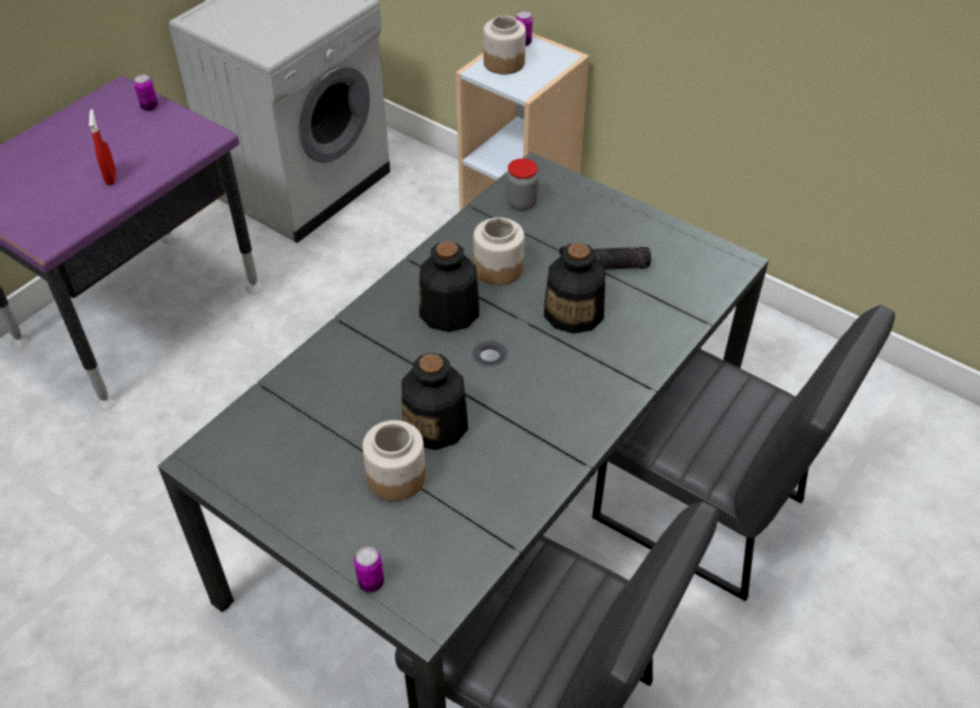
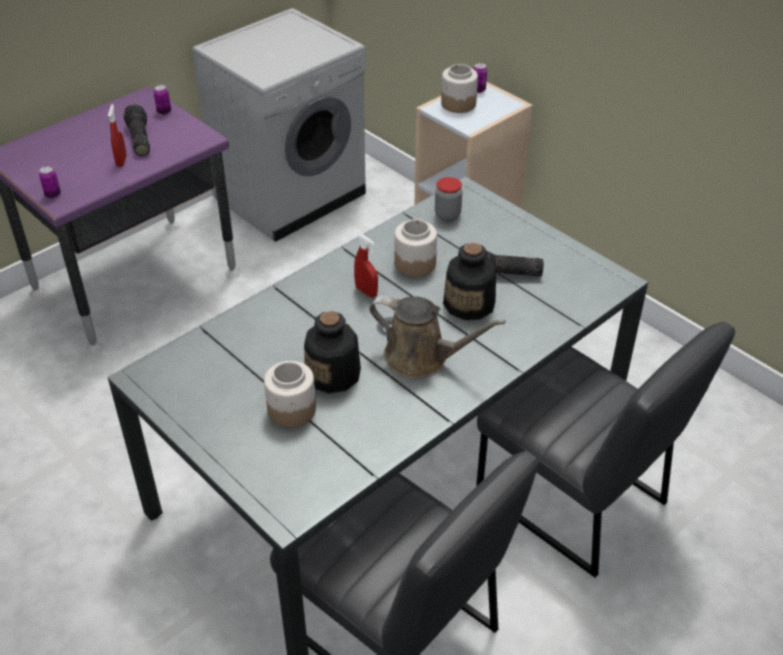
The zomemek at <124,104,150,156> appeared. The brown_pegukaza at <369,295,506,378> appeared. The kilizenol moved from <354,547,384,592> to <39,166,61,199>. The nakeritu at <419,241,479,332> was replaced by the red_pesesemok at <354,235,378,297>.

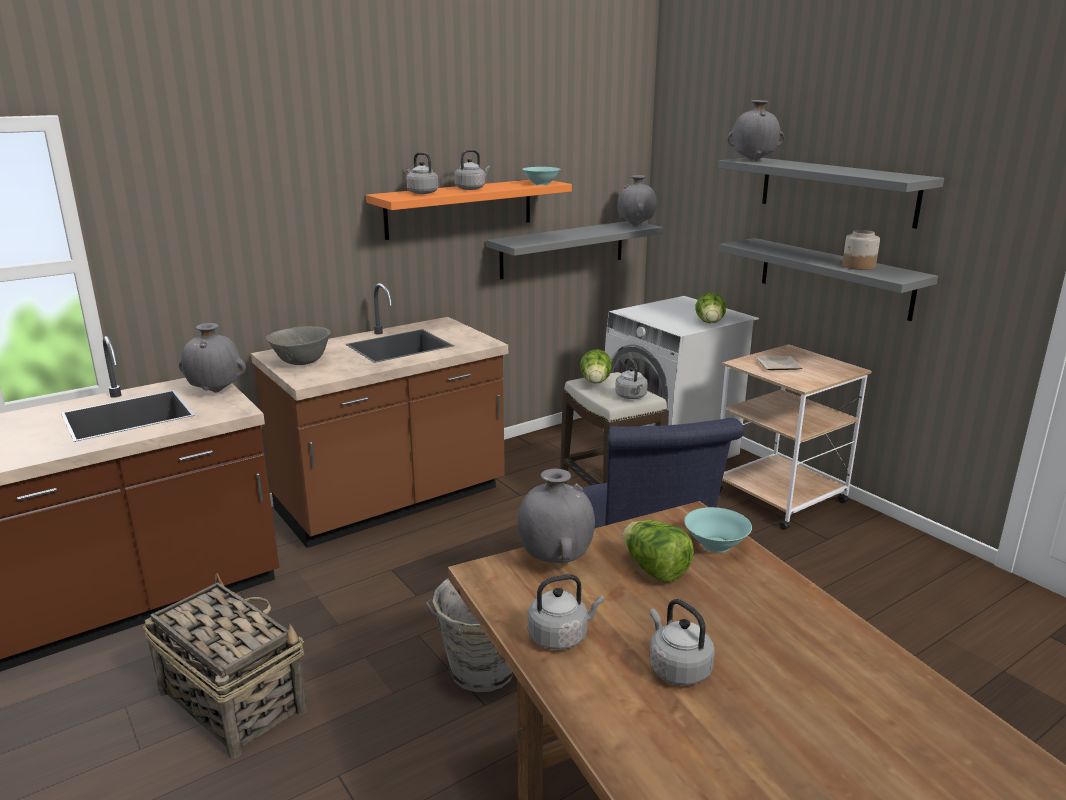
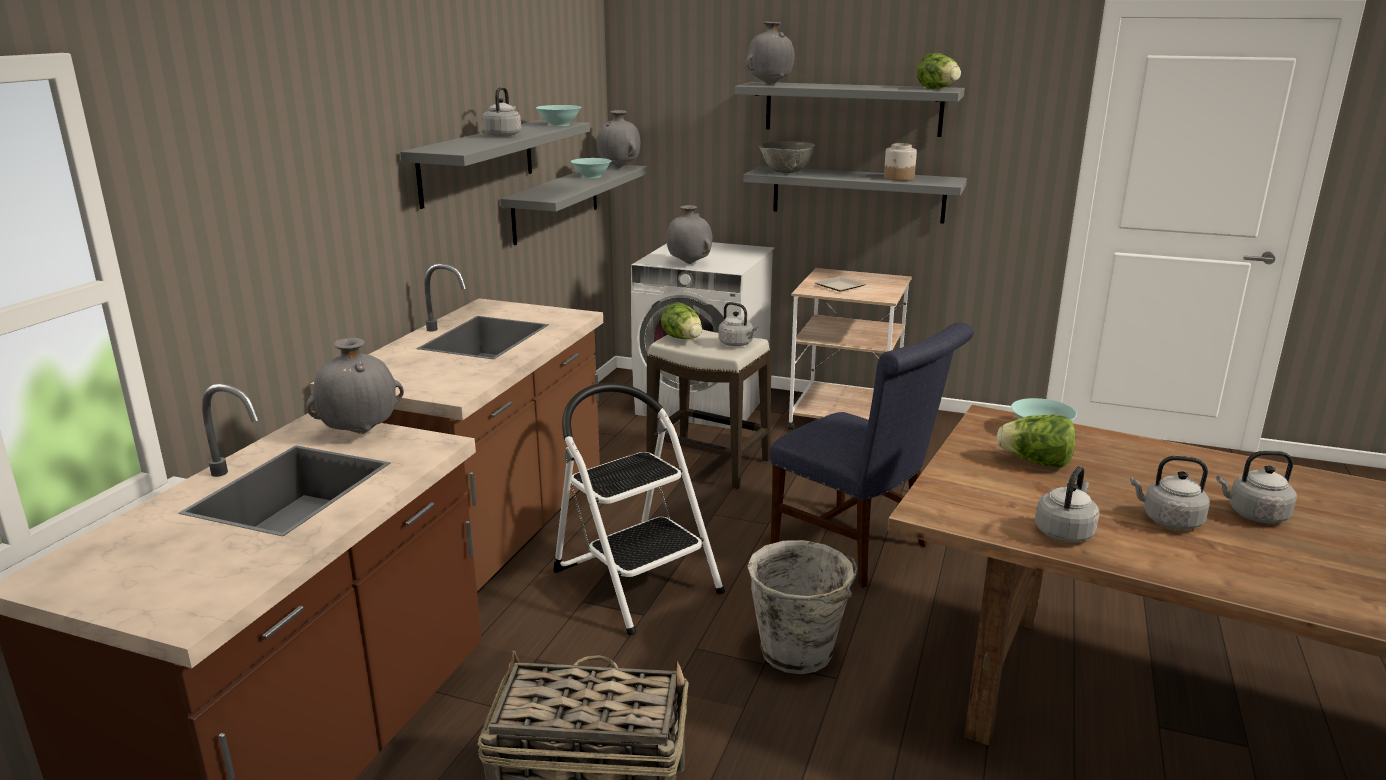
The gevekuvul at <553,383,725,635> appeared. The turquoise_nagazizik at <570,158,611,178> appeared. The grey_nagazizik moved from <266,326,331,365> to <759,141,816,173>. The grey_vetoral moved from <406,152,438,194> to <1216,451,1297,523>. The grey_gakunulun moved from <517,468,595,563> to <666,205,712,264>. The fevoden moved from <695,292,726,323> to <917,53,961,89>. The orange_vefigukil at <366,180,572,240> became the grey_vefigukil at <400,120,590,209>.

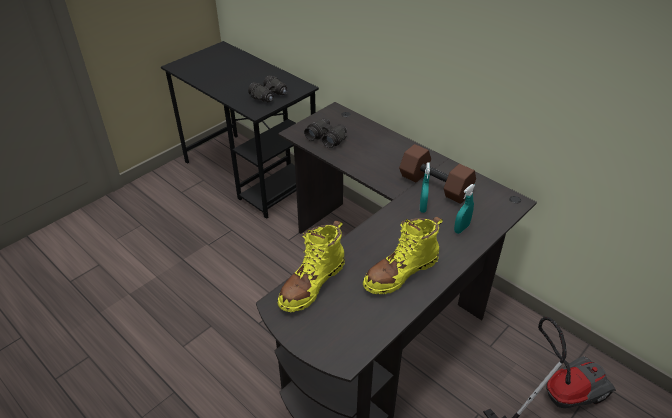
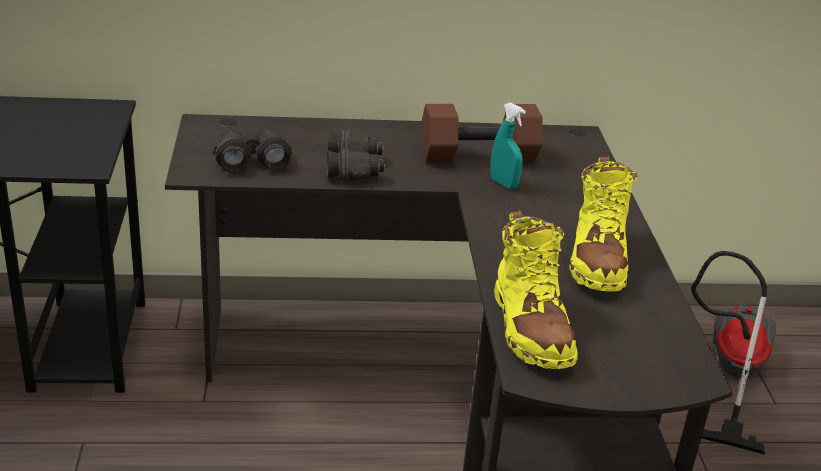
The turquoise_pesesemok at <454,184,475,234> disappeared. The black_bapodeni moved from <248,75,288,102> to <327,130,385,182>.

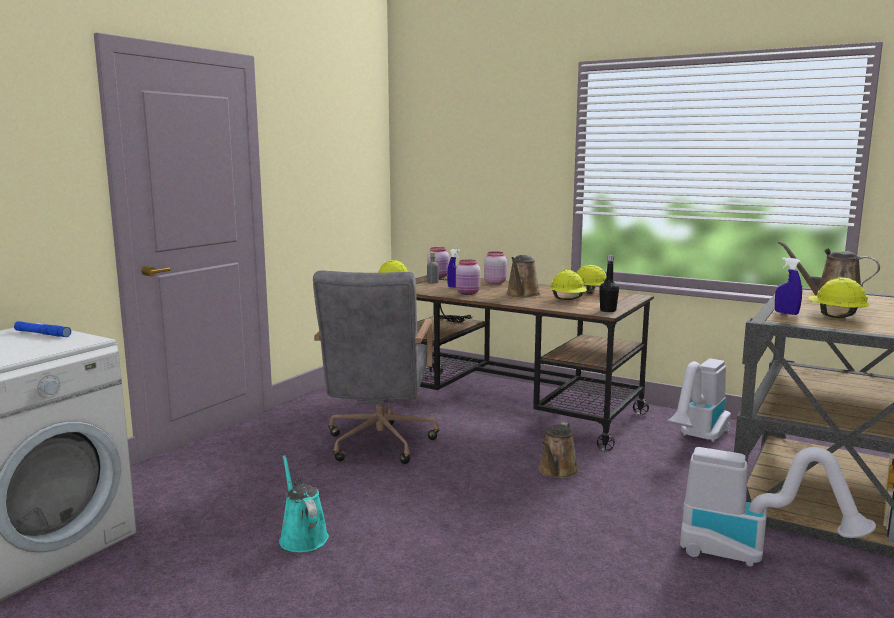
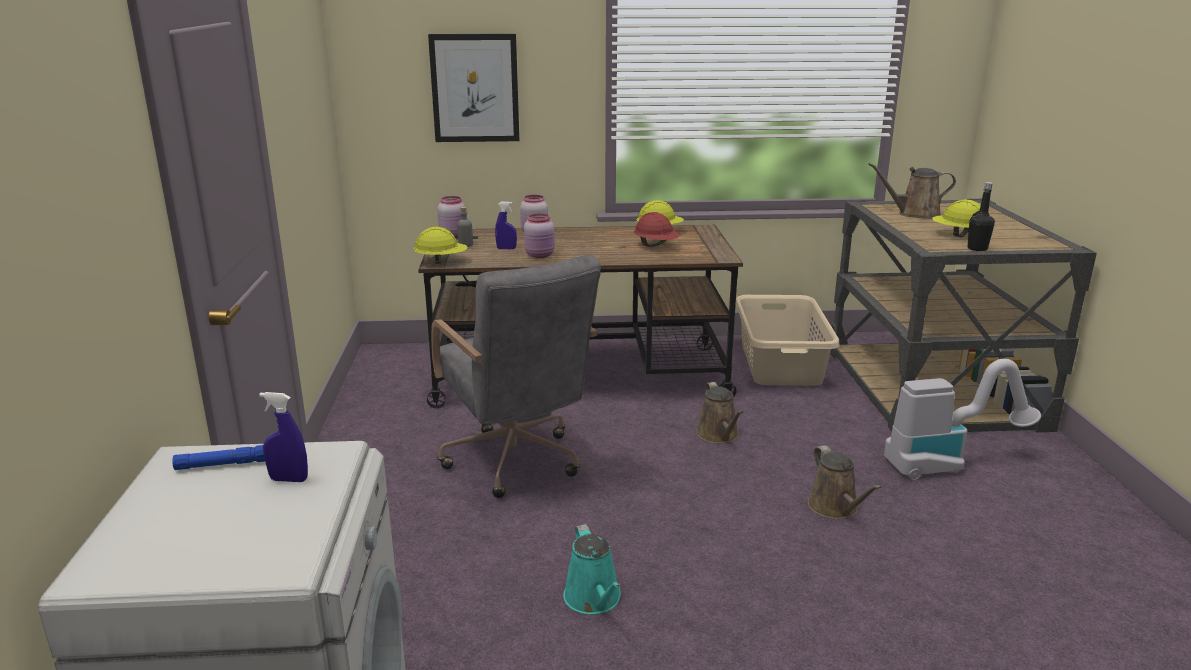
The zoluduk at <428,34,519,142> appeared. The brown_pegukaza moved from <506,255,541,297> to <808,445,882,519>. The black_nakeritu moved from <599,255,619,312> to <968,182,995,251>. The blue_pesesemok moved from <775,257,802,315> to <259,392,308,482>. The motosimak at <667,359,731,442> was replaced by the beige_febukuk at <736,295,840,386>. The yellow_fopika at <550,270,587,300> became the red_fopika at <634,212,679,247>. The turquoise_pegukaza at <279,455,329,552> turned 135 degrees counterclockwise.

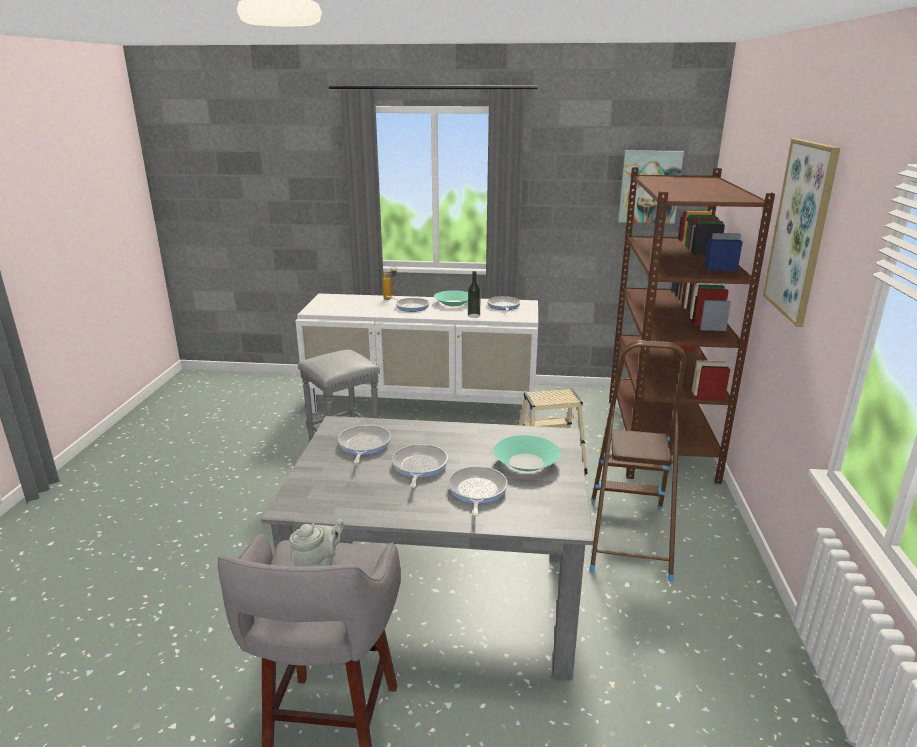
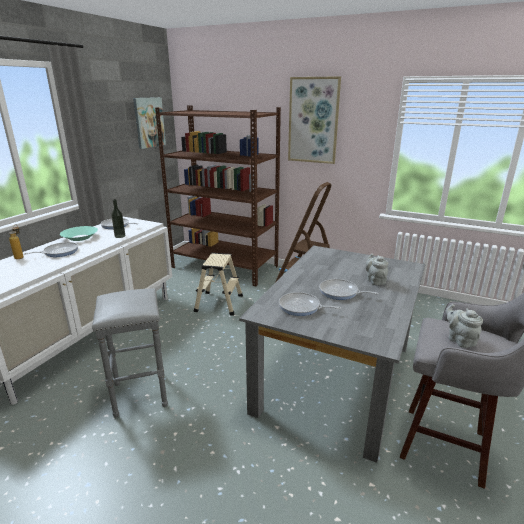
The turquoise_nagazizik at <494,435,560,471> disappeared. The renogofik at <448,466,508,516> was replaced by the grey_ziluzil at <366,253,388,285>.

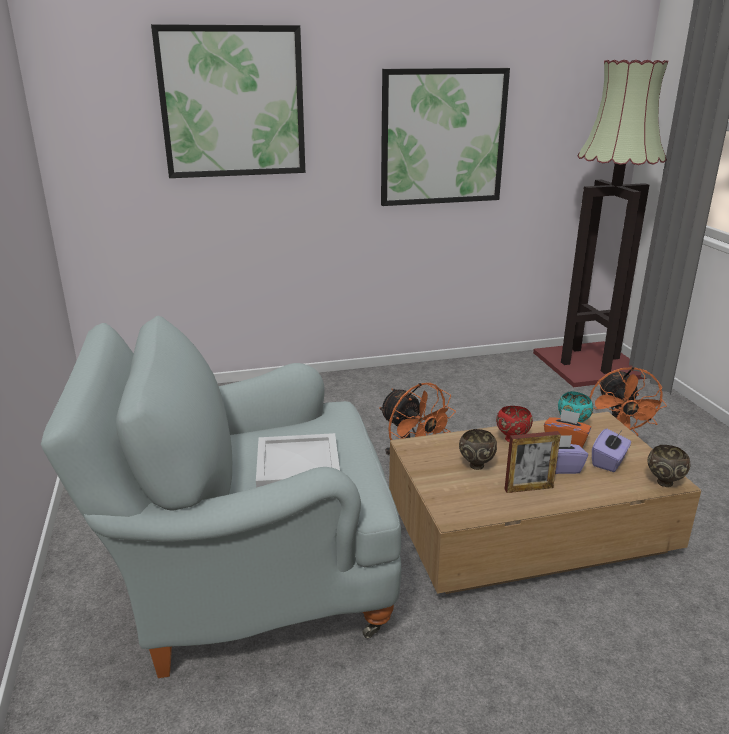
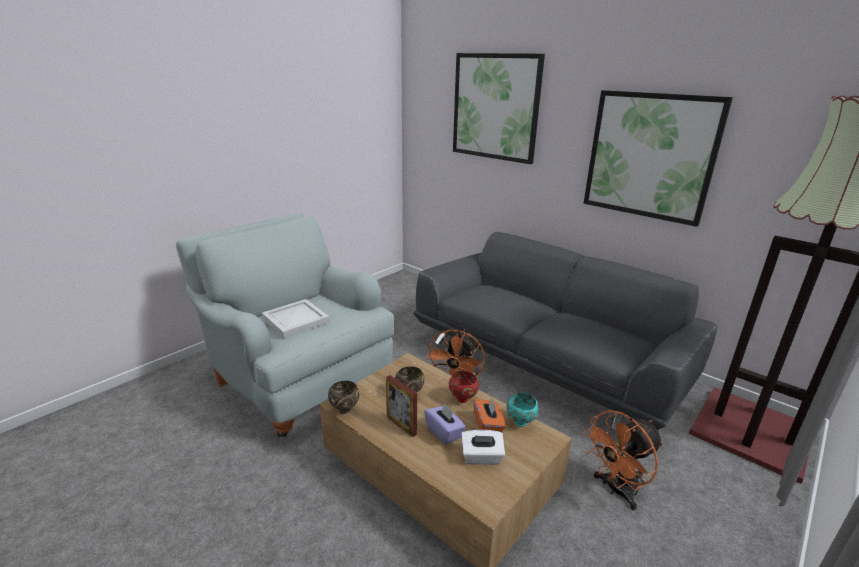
The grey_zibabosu at <413,232,717,430> appeared. The brown_nagazizik moved from <647,445,690,487> to <328,381,359,414>. The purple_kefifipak at <592,429,631,472> became the white_kefifipak at <461,430,505,465>.

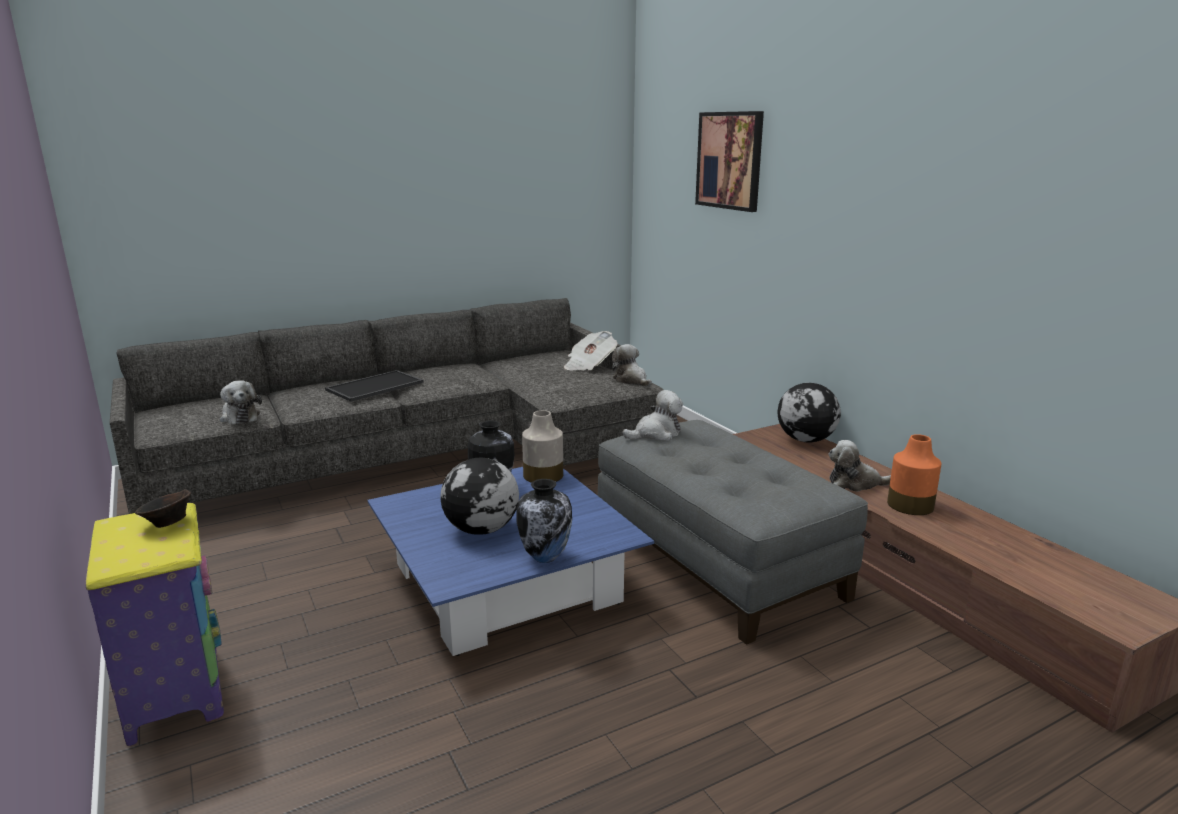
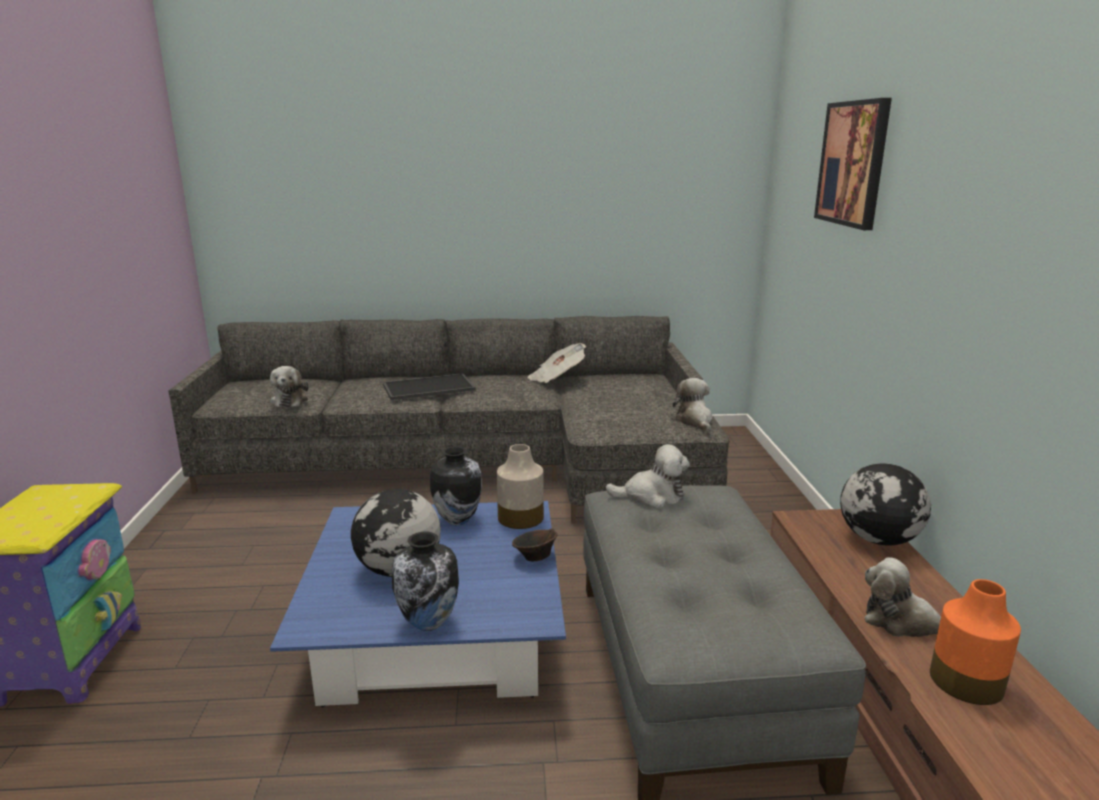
The brown_nagazizik moved from <135,489,191,528> to <512,528,558,561>. The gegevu moved from <564,331,617,371> to <528,343,586,383>.

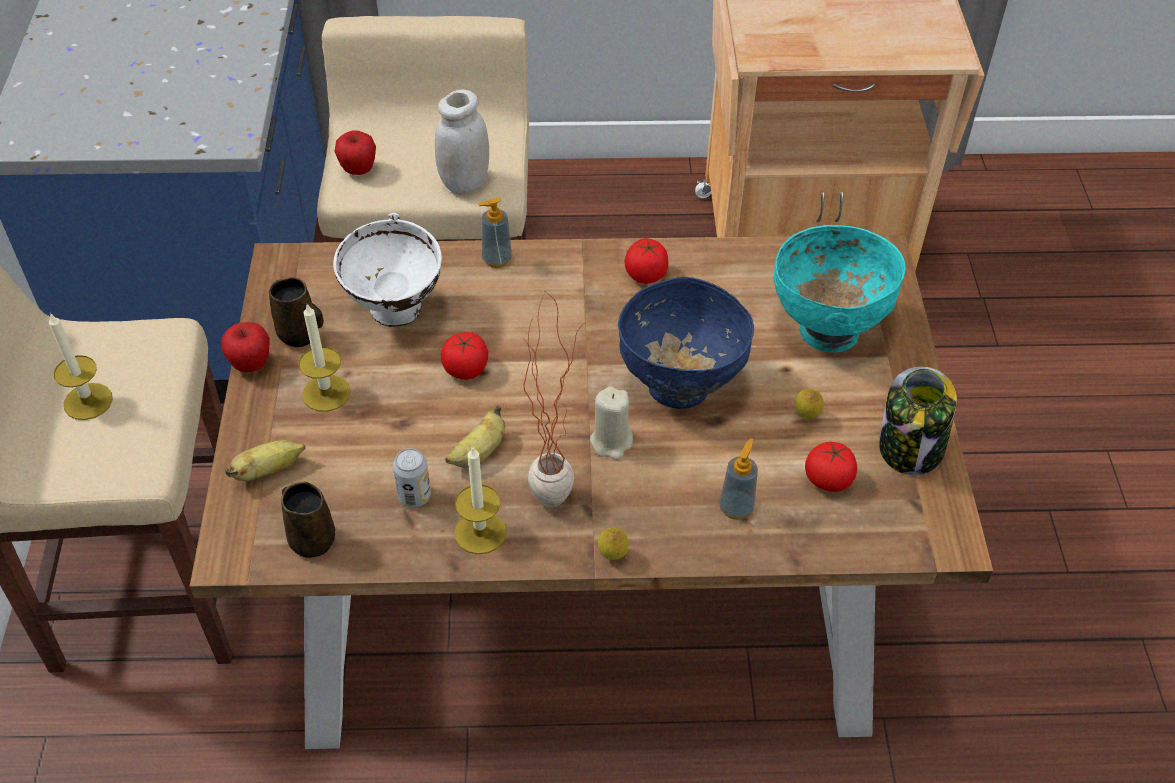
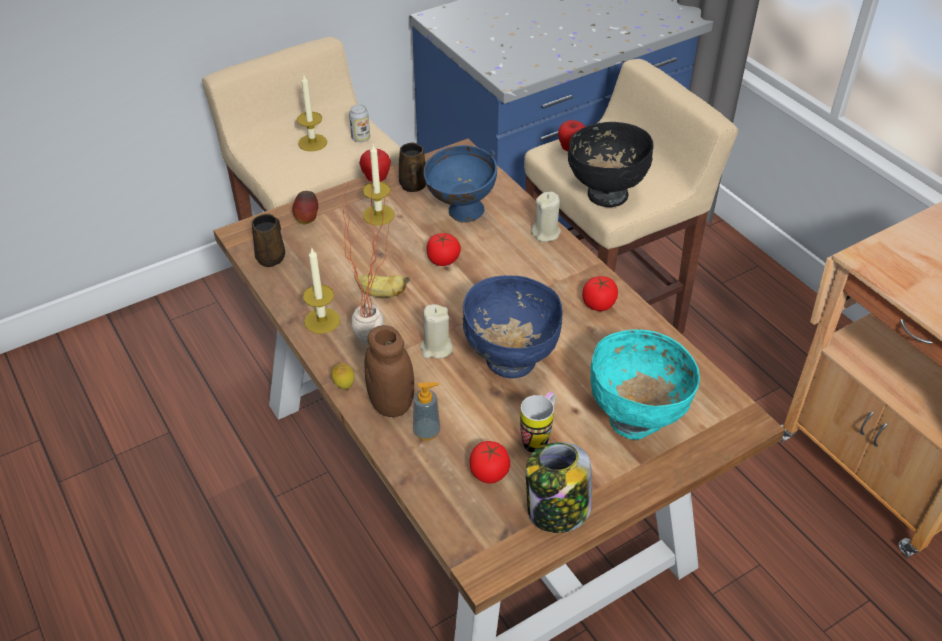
The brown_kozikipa at <364,325,414,417> appeared. The kilizenol moved from <393,448,431,508> to <349,104,370,142>. The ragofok at <225,440,305,481> was replaced by the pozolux at <292,191,318,224>. The white_kozikipa at <435,90,489,195> was replaced by the black_nagazizik at <568,122,653,207>. The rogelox at <478,197,512,268> was replaced by the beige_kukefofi at <531,192,561,242>. The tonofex at <795,389,824,419> was replaced by the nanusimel at <520,392,555,453>. The white_nagazizik at <333,213,442,327> became the blue_nagazizik at <423,145,497,223>.

